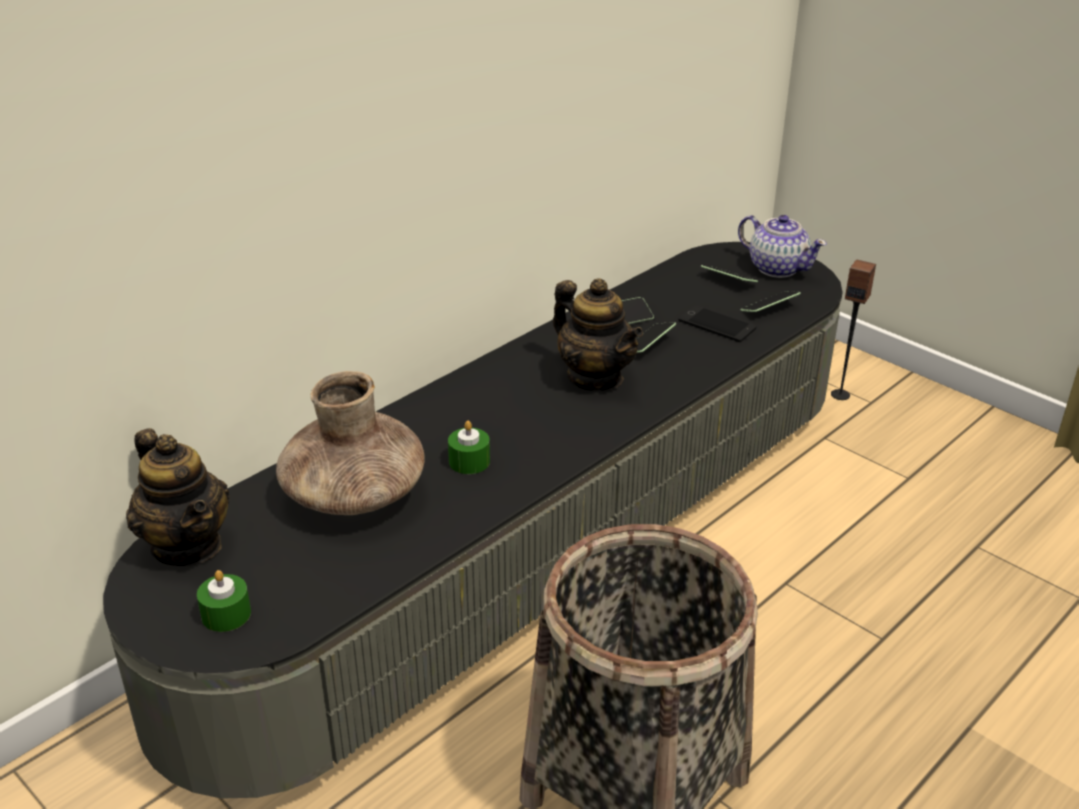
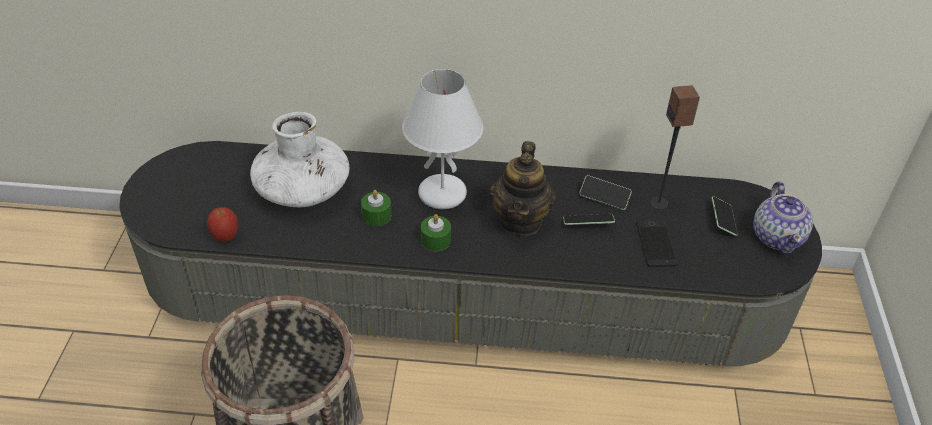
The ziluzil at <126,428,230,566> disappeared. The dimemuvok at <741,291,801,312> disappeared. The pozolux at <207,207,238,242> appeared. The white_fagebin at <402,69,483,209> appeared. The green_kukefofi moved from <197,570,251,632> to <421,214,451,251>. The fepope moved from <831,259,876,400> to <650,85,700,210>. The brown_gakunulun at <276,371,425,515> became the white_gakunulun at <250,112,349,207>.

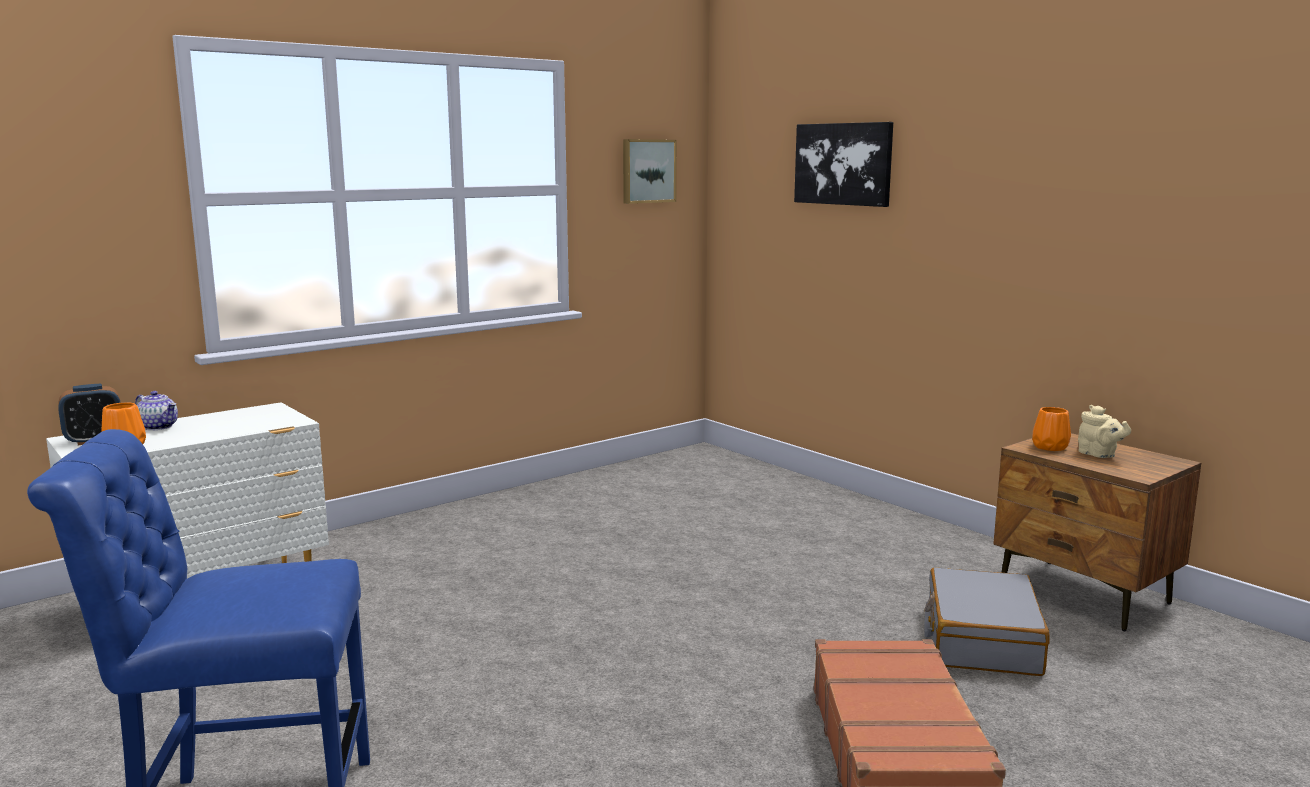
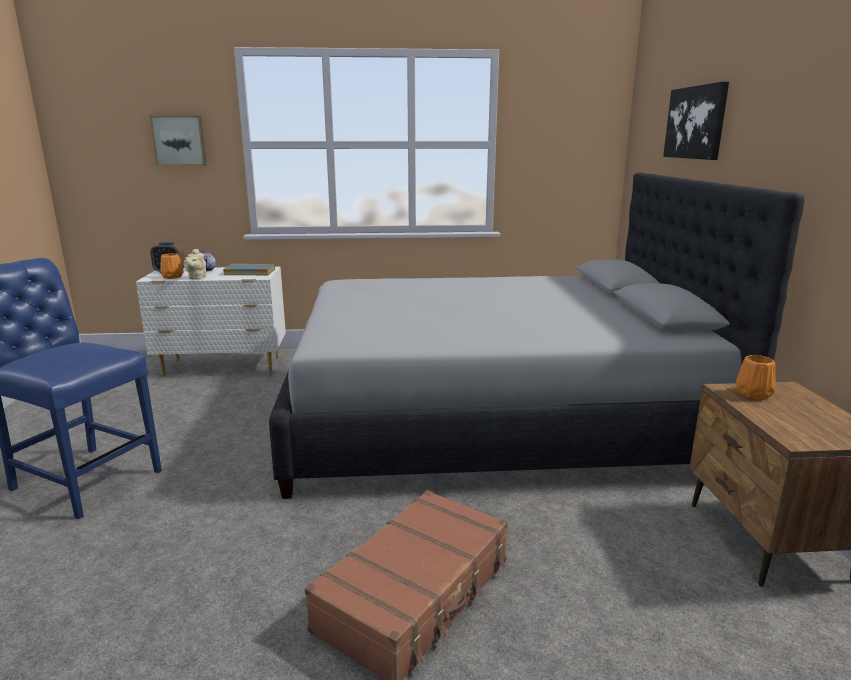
The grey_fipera at <924,567,1050,676> disappeared. The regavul at <223,264,275,275> appeared. The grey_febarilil at <269,172,805,499> appeared. The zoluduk moved from <623,139,676,204> to <150,115,207,166>. The beige_ziluzil moved from <1078,405,1131,458> to <184,249,206,280>.

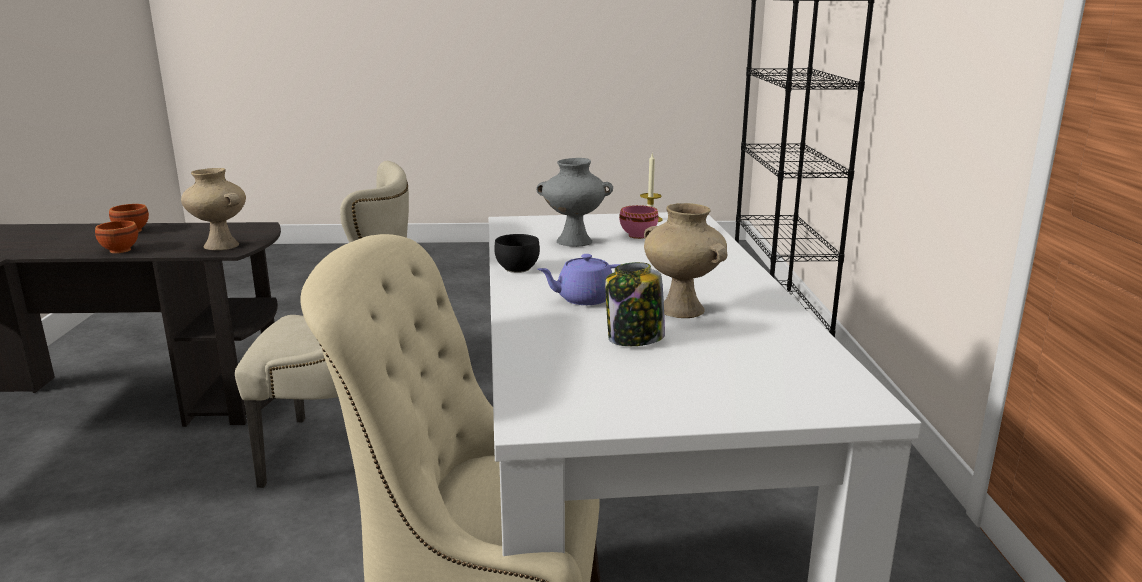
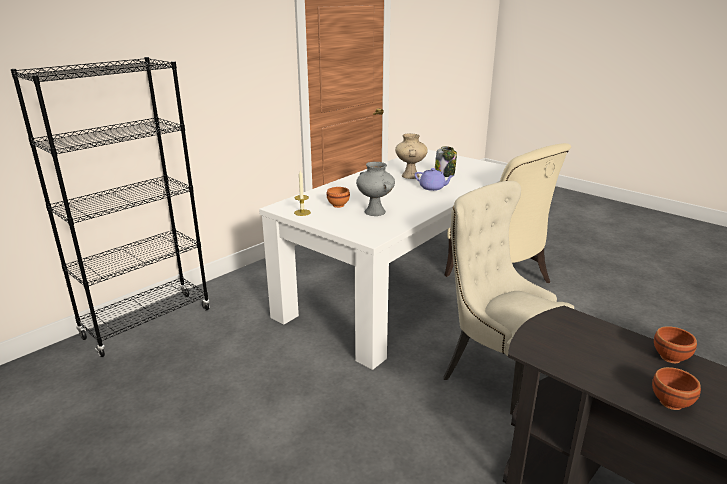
The beige_gakunulun at <181,168,246,250> disappeared. The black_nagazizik at <494,234,540,273> disappeared. The pink_nagazizik at <619,205,658,239> became the orange_nagazizik at <326,187,350,208>.

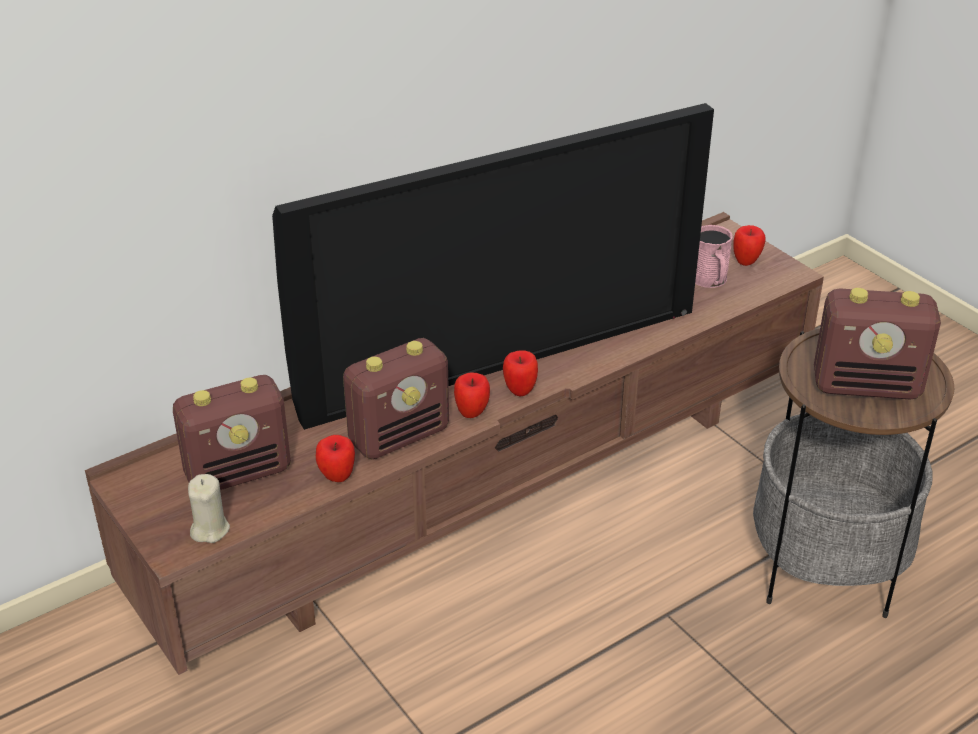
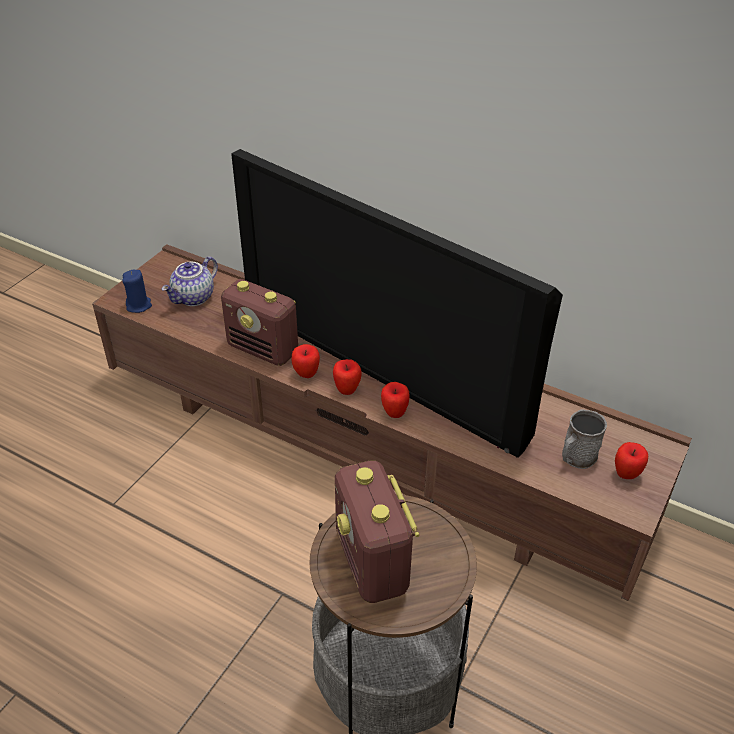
The pozolux moved from <316,435,355,482> to <381,382,409,418>. The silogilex at <173,375,291,490> was replaced by the ziluzil at <162,256,218,306>. The beige_kukefofi at <188,474,230,543> became the blue_kukefofi at <122,269,152,313>. The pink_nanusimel at <695,225,733,288> became the grey_nanusimel at <562,409,607,469>.

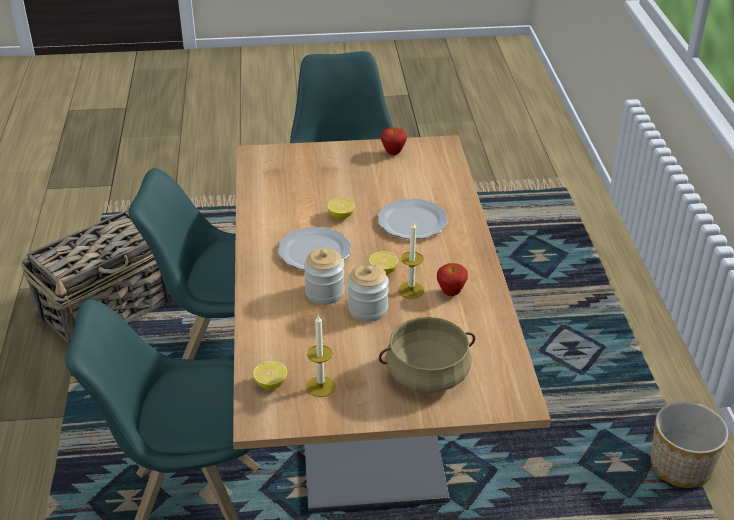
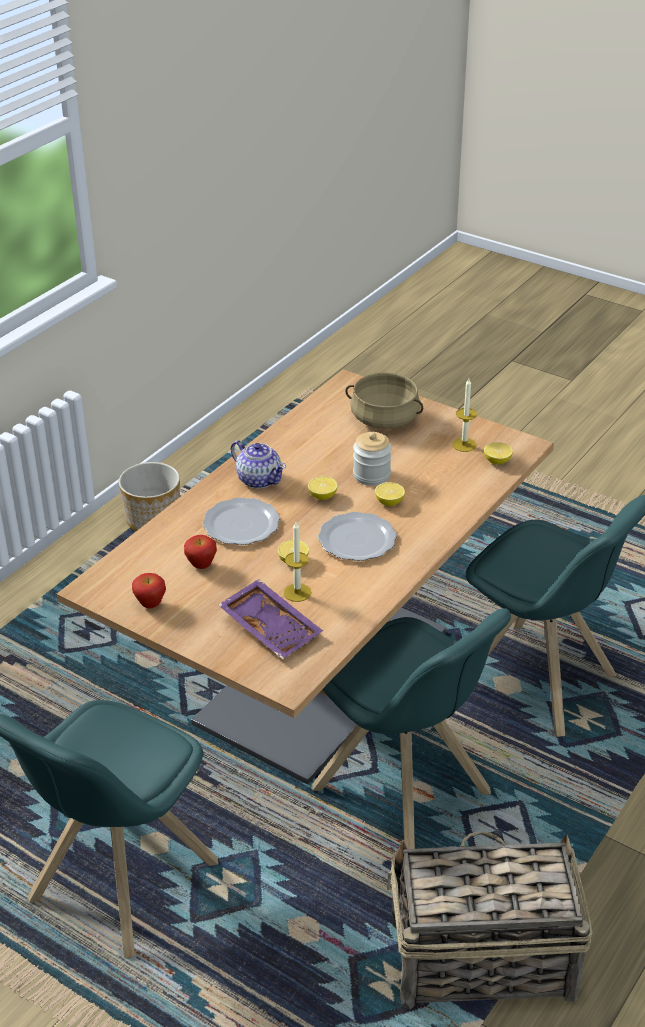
The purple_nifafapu at <218,579,323,659> appeared. The ziluzil at <231,440,286,489> appeared. The kukefofi moved from <398,221,424,299> to <284,522,311,602>. The pozolux moved from <437,263,468,296> to <184,535,217,569>. The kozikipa at <304,248,345,305> was replaced by the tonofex at <375,482,405,506>.

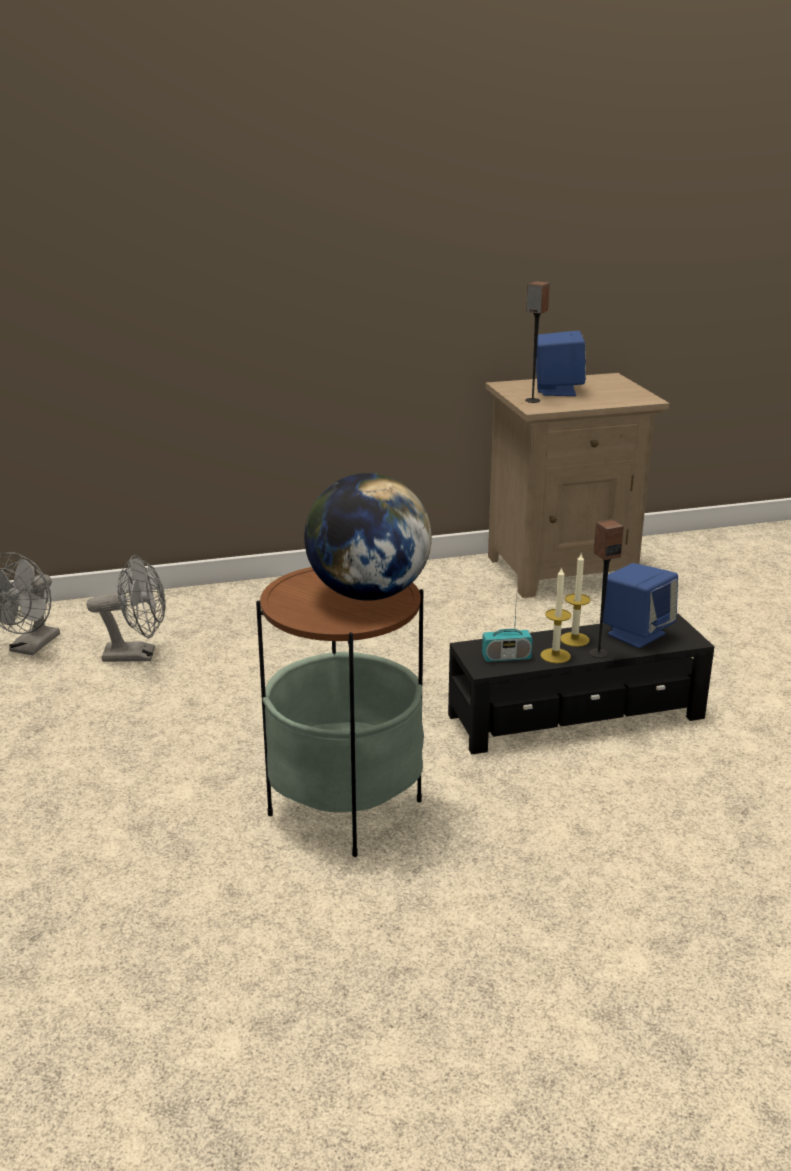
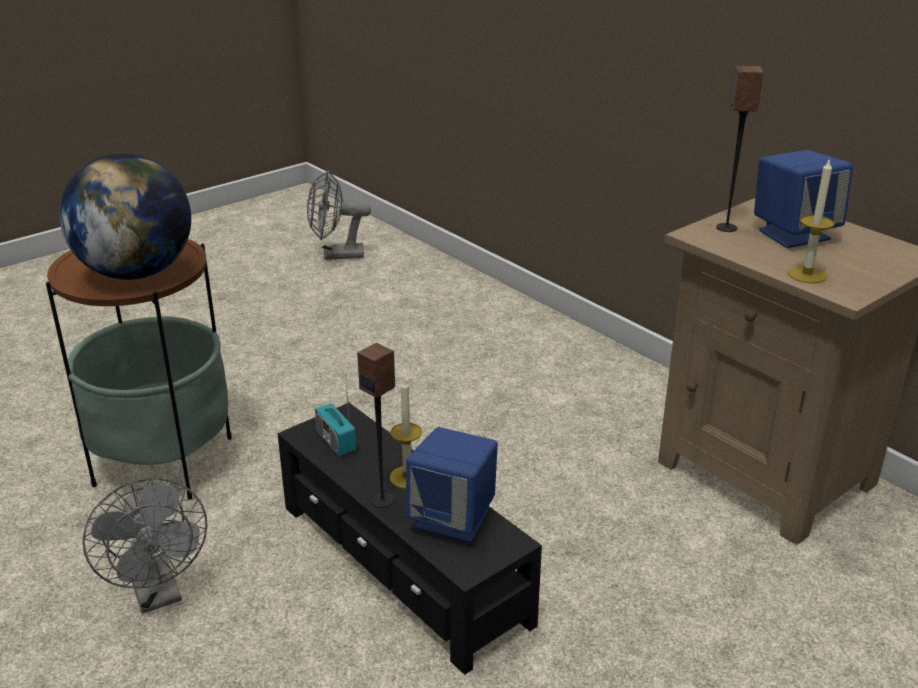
The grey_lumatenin moved from <87,555,166,662> to <82,478,207,613>. The kukefofi moved from <540,567,571,663> to <788,158,835,283>.

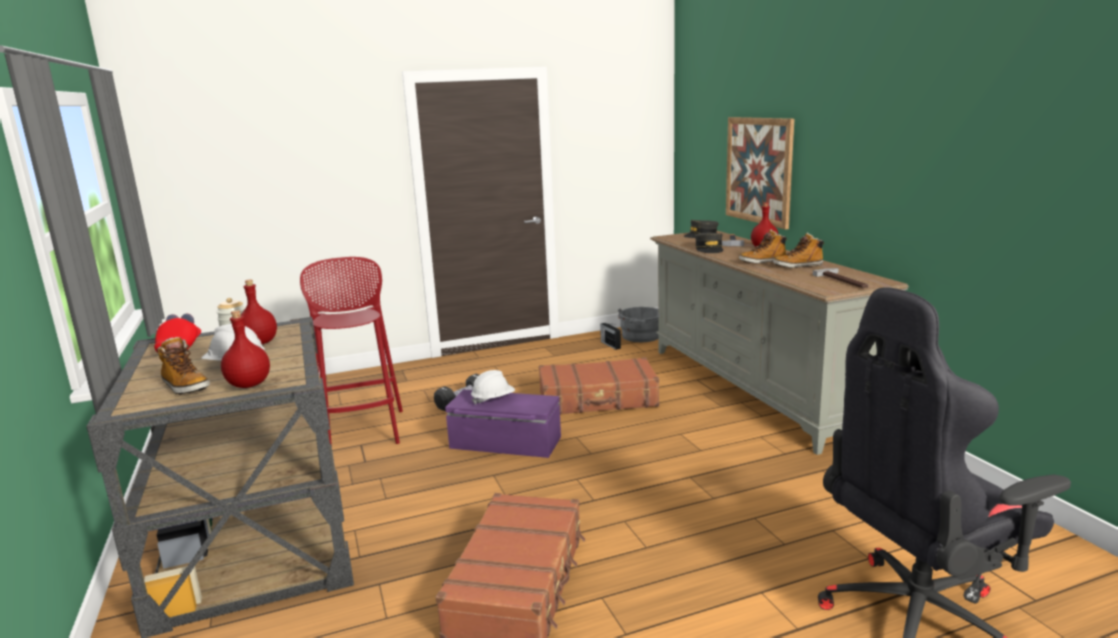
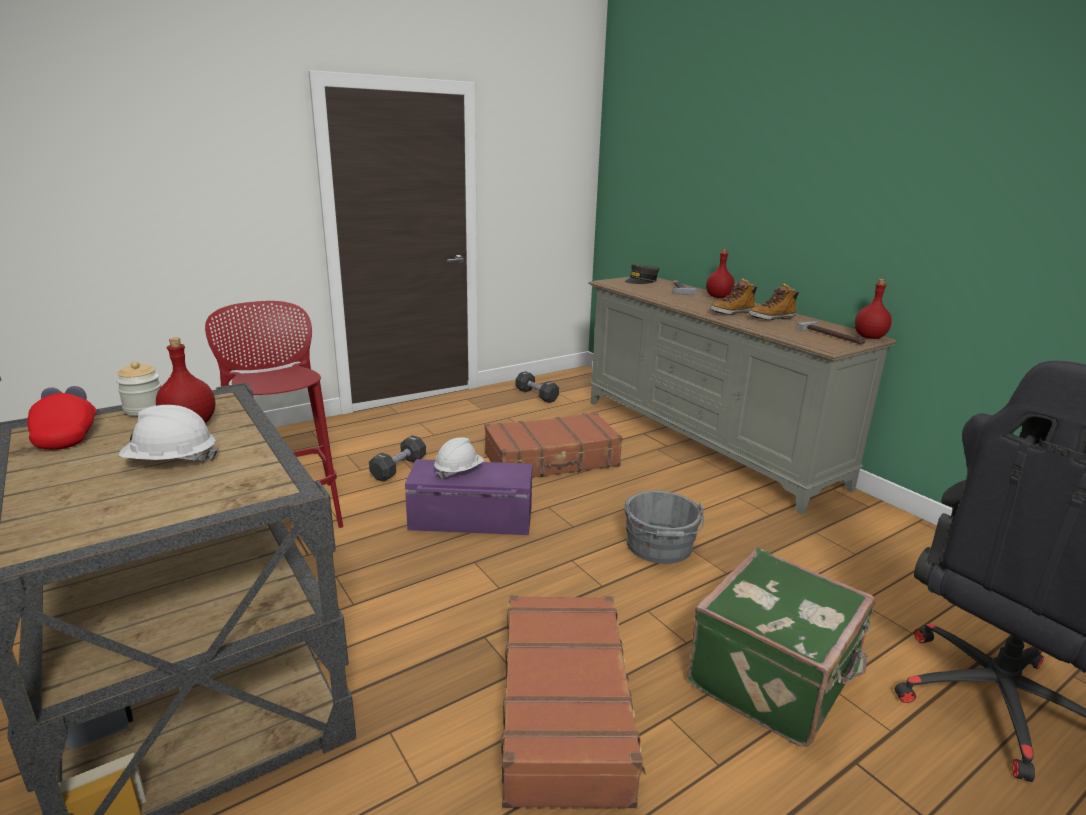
The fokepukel at <157,337,210,395> disappeared. The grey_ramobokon at <695,233,723,253> disappeared. The zoluduk at <726,117,794,230> disappeared. The green_fipera at <687,547,875,747> appeared. The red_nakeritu moved from <221,310,270,388> to <855,279,892,339>. The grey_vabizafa moved from <618,307,659,342> to <624,491,704,564>. The silogilex at <600,323,621,350> was replaced by the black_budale at <516,371,559,403>.

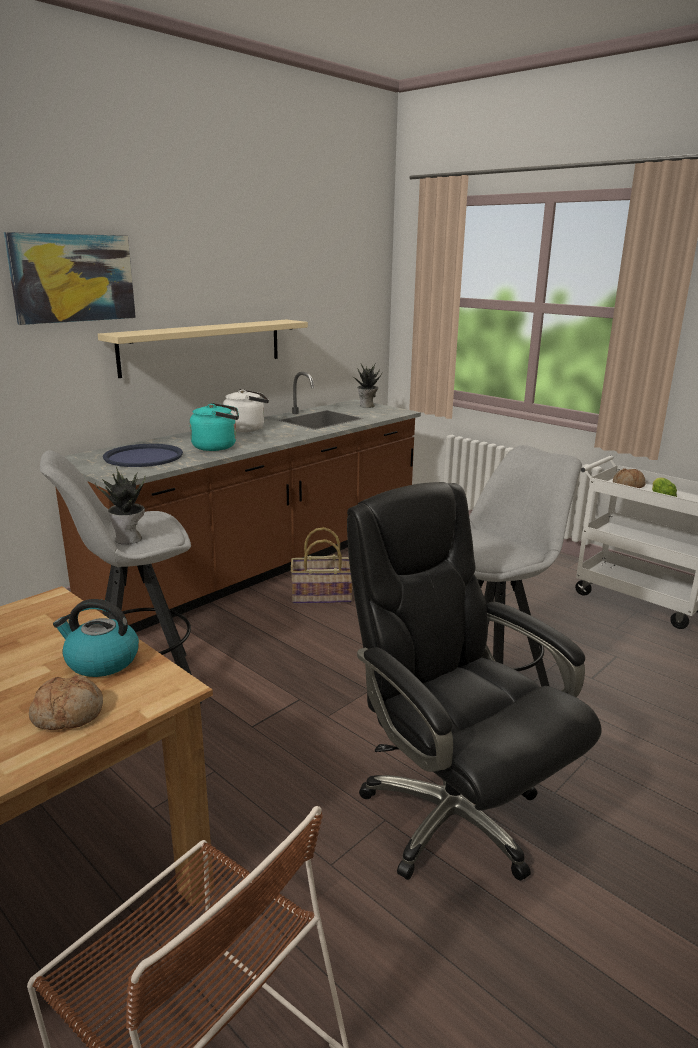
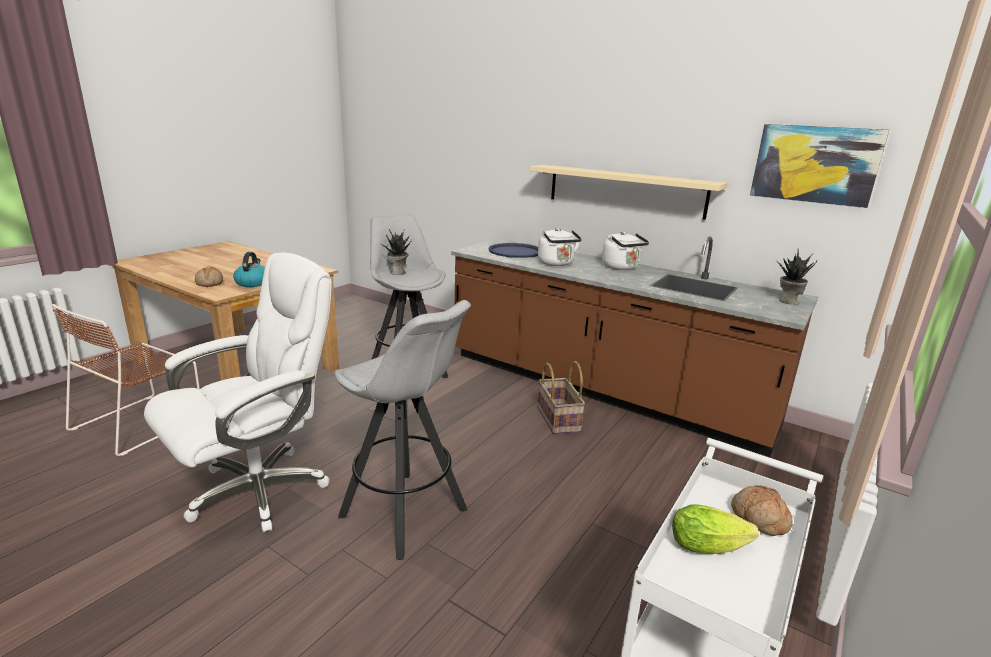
The zoluduk moved from <4,232,136,325> to <750,124,889,208>. The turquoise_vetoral at <190,403,239,451> became the white_vetoral at <538,228,582,266>. The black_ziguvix at <347,482,602,881> became the white_ziguvix at <144,252,332,532>.

